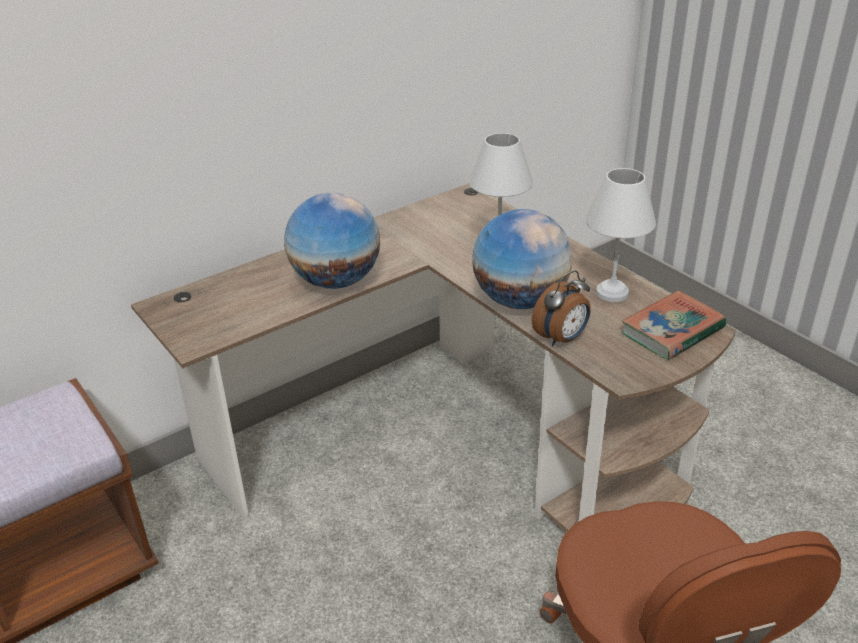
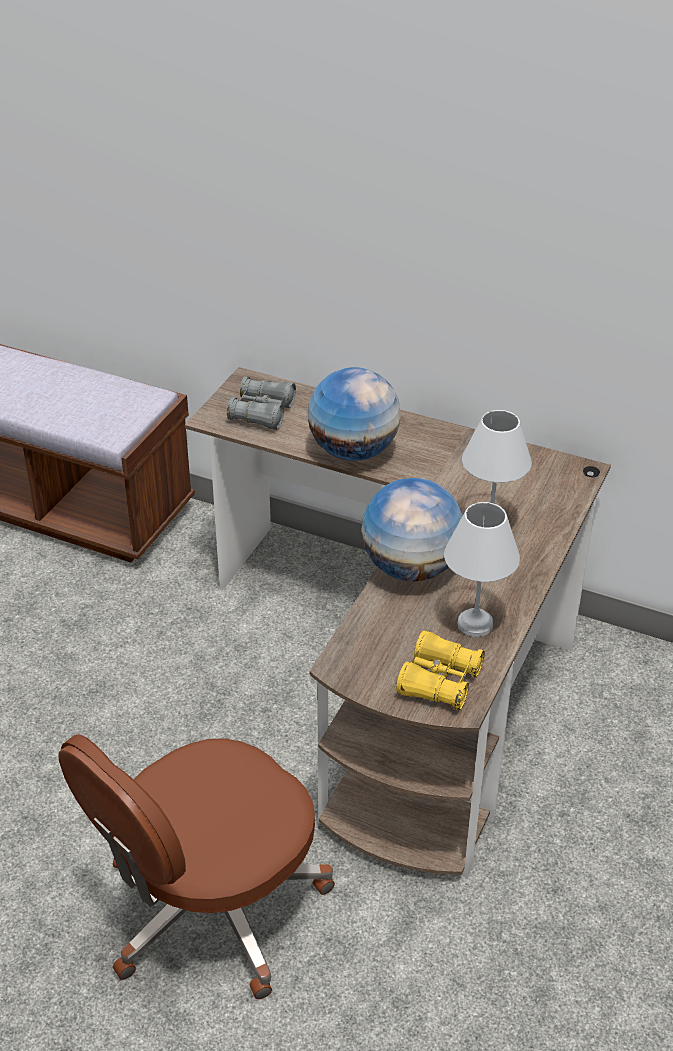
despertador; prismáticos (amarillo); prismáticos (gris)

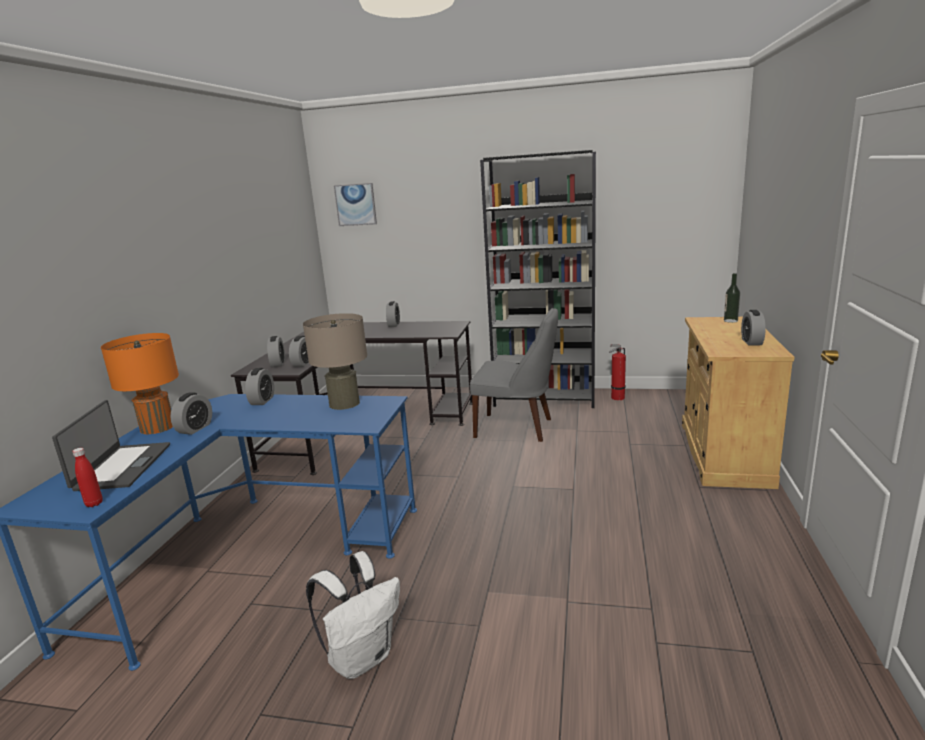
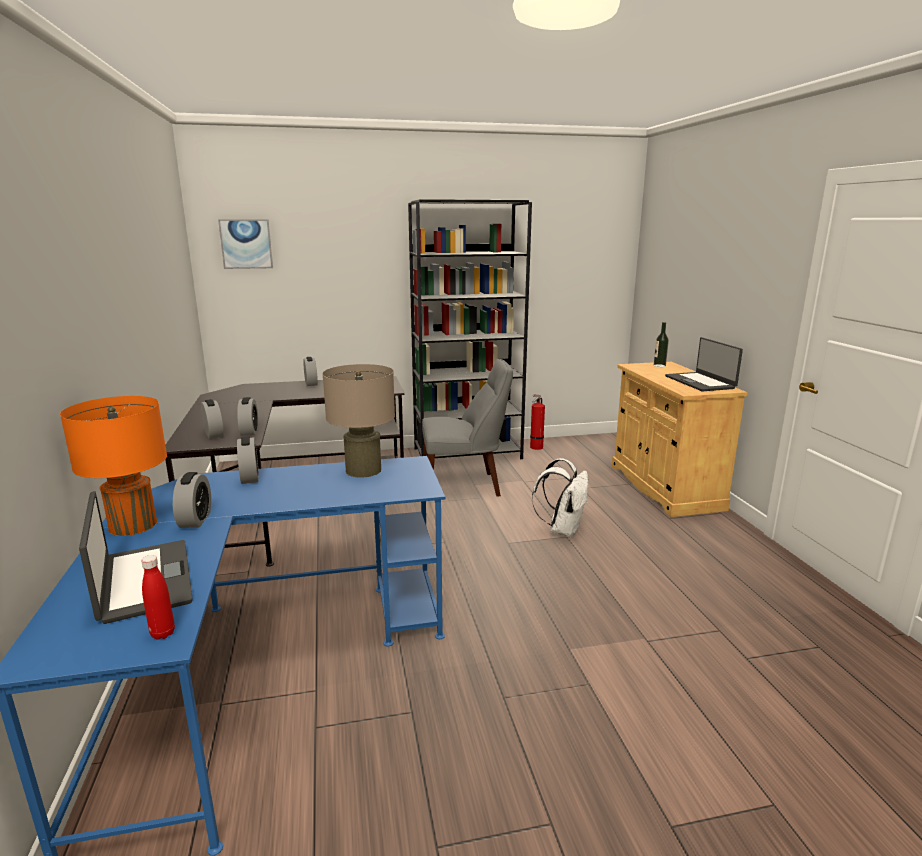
portátil (2nd from left); mochila (blanco)

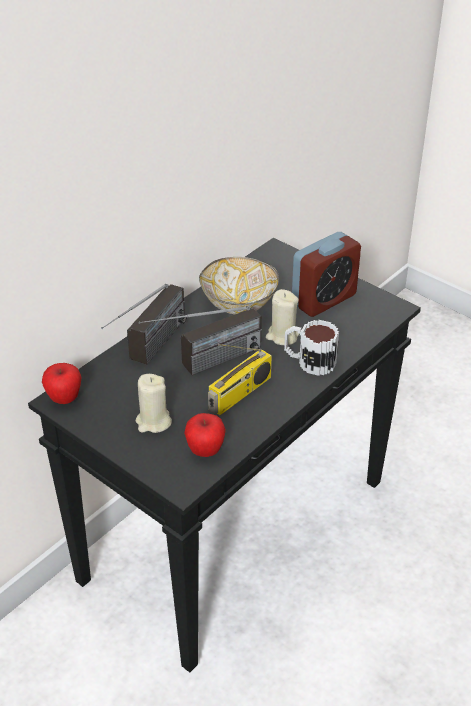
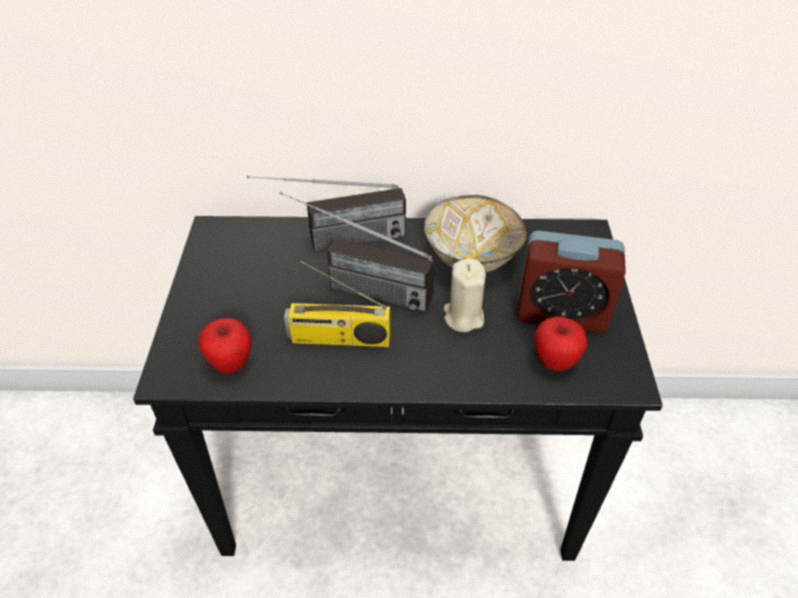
taza grande; manzana (2nd from left); vela (beis) (1st from left in the first image)

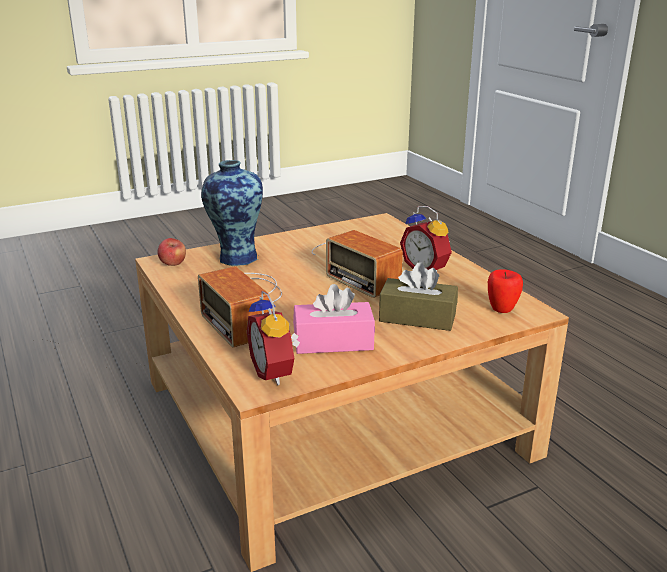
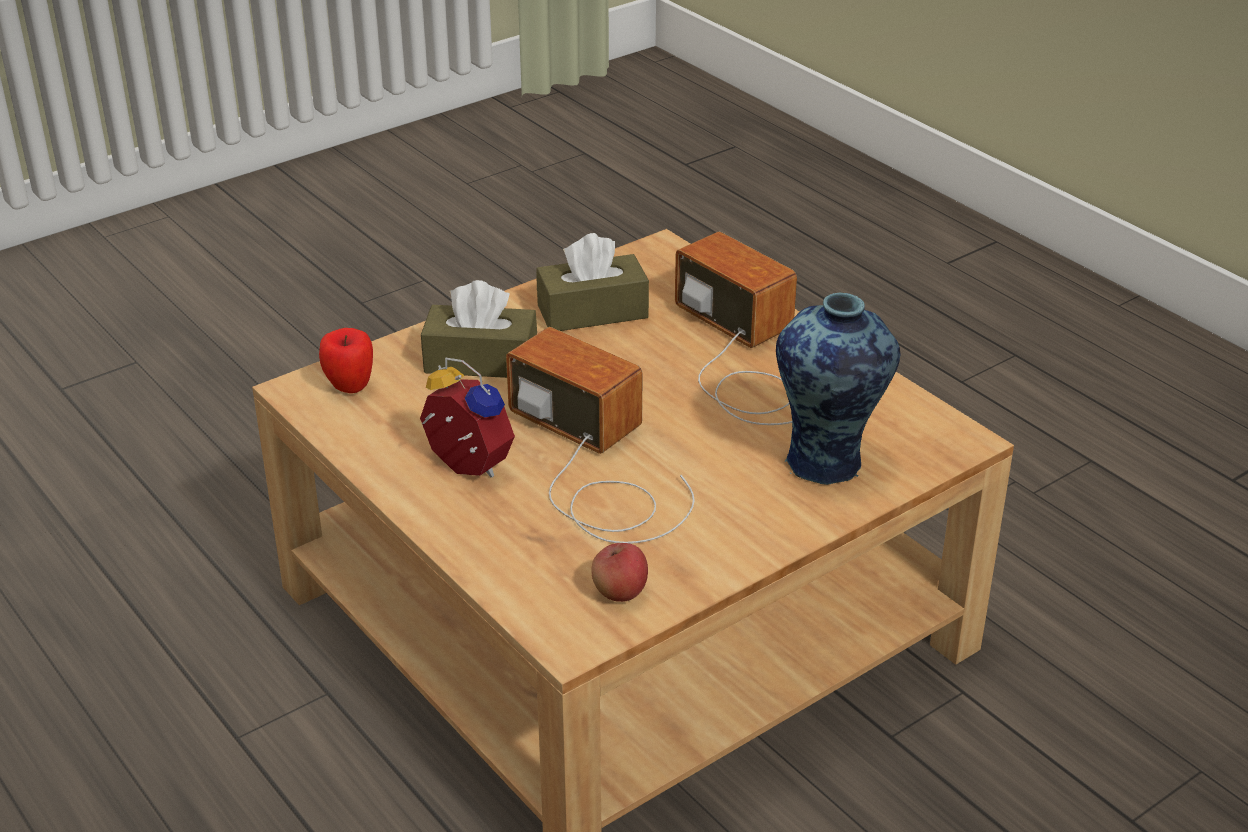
manzana (2nd from left); caja de pañuelos (marrón) (2nd from left); despertador (1st from left in the first image)

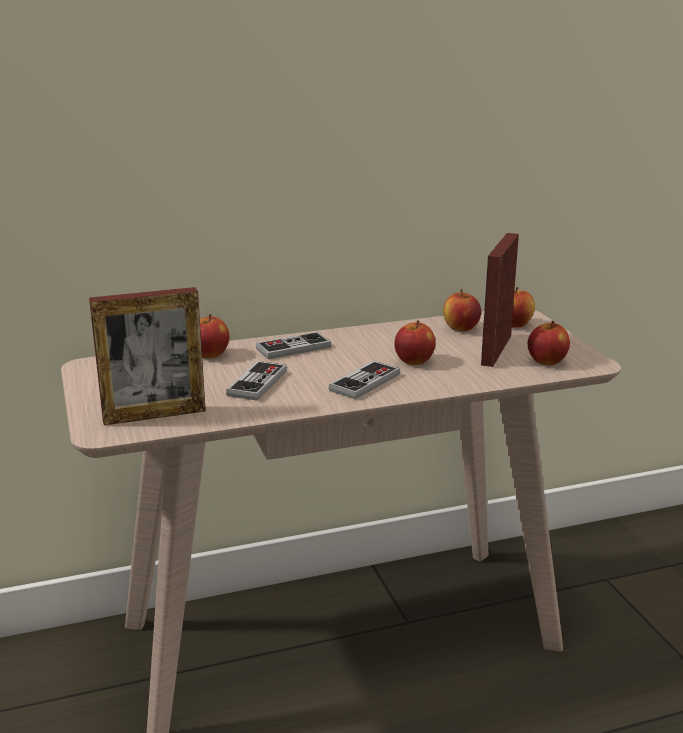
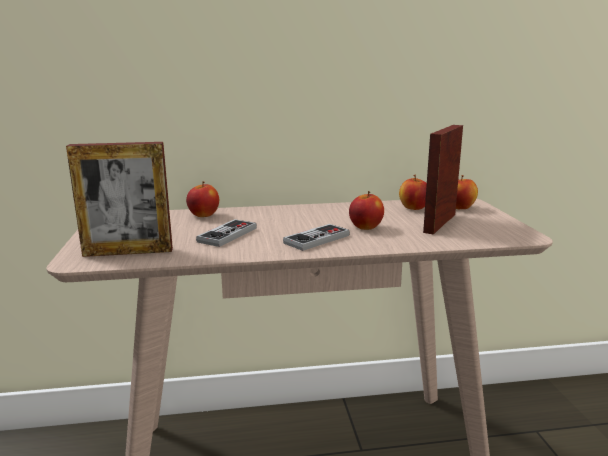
manzana (5th from left in the first image); mando de consola (2nd from left in the first image)

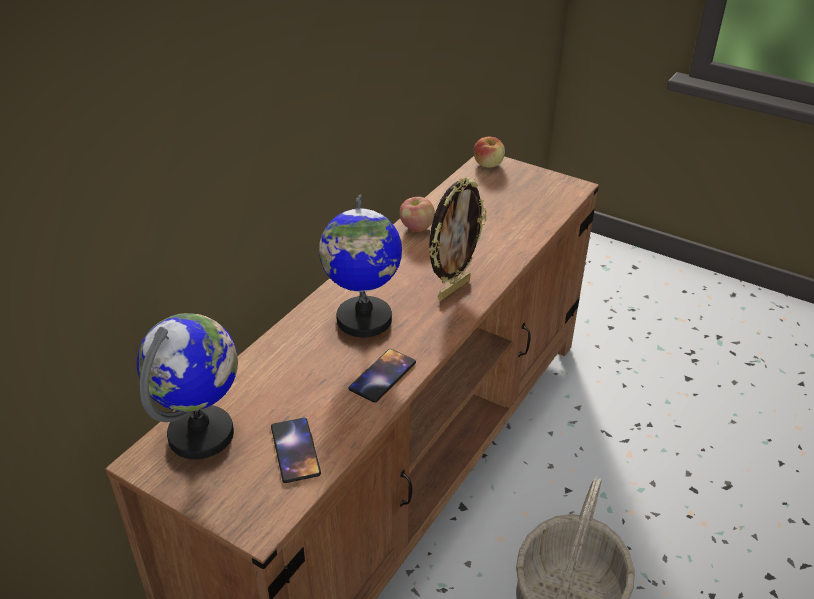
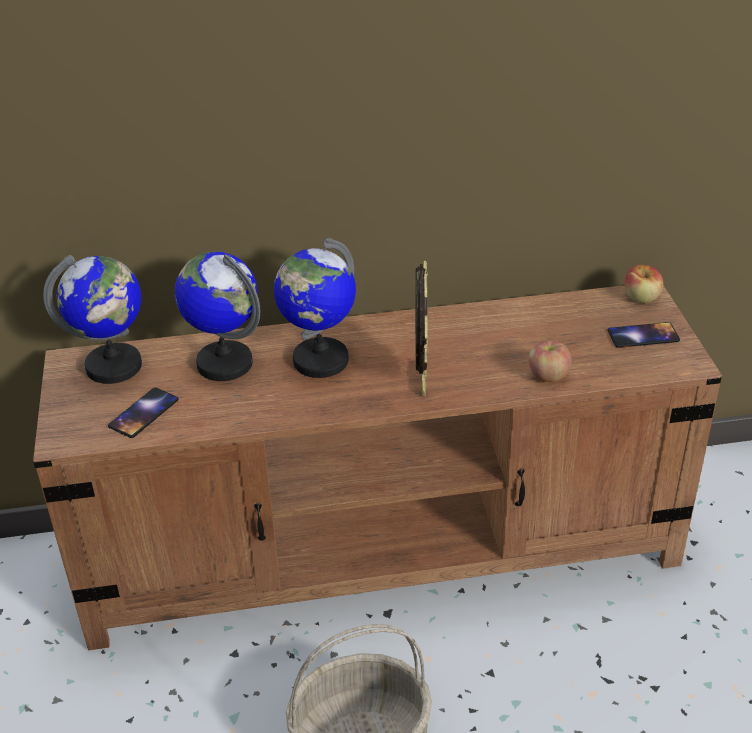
portarretratos; manzana (1st from left); móvil (2nd from left); globo terráqueo (2nd from left)

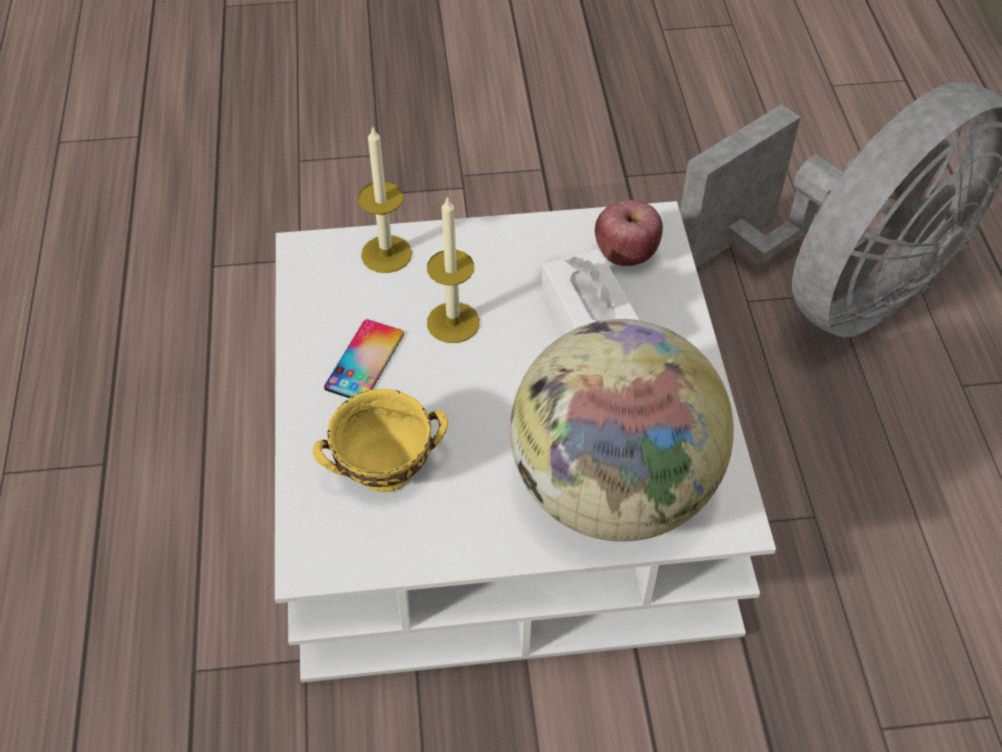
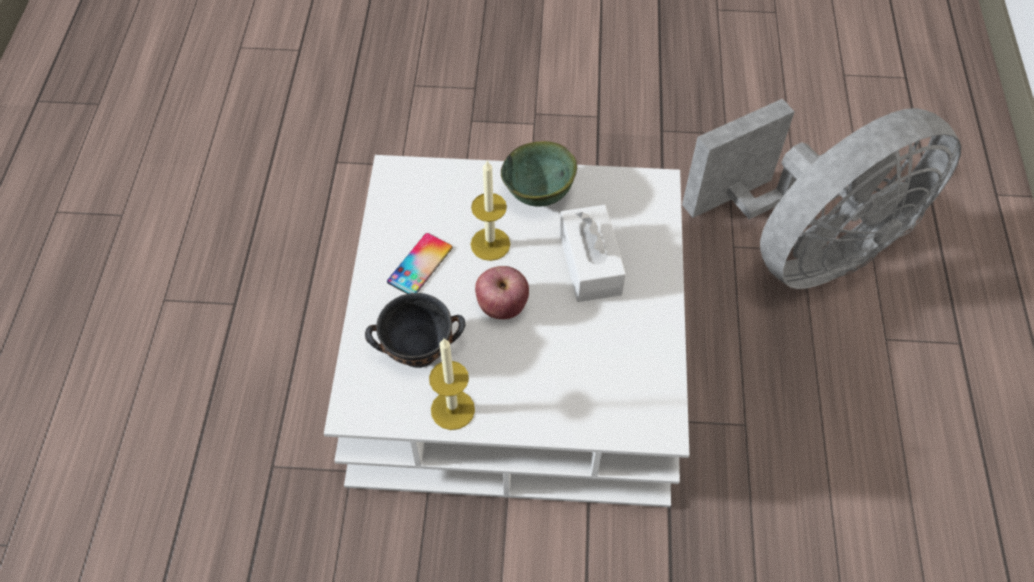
vela (1st from left); manzana; globo terráqueo; cuenco (negro); cuenco (verde)

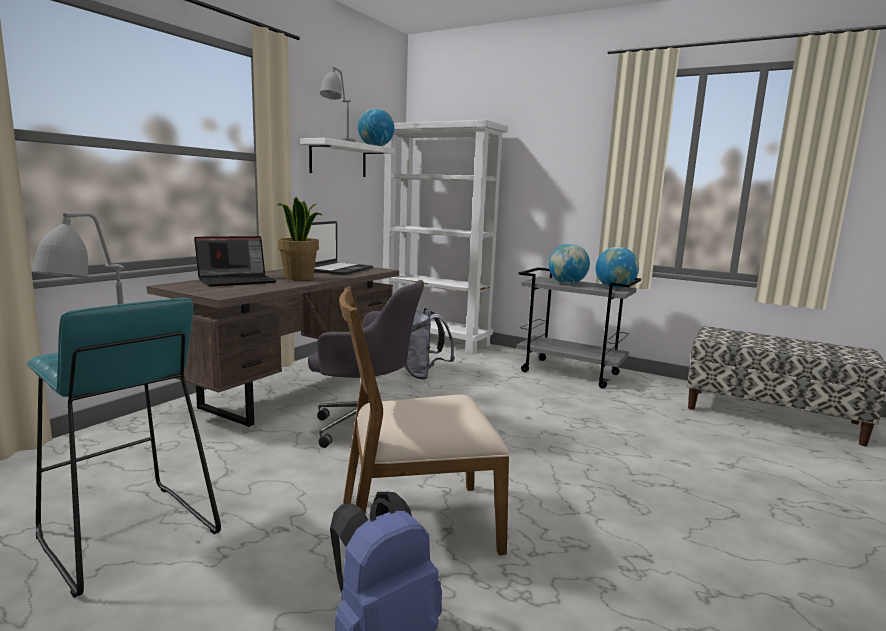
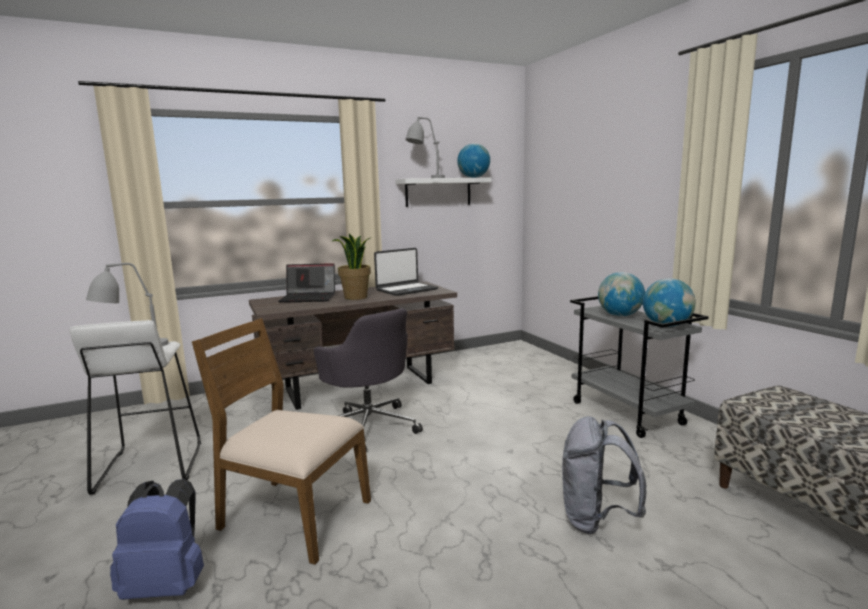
estantería (blanco); taburete (blanco); mochila (gris)

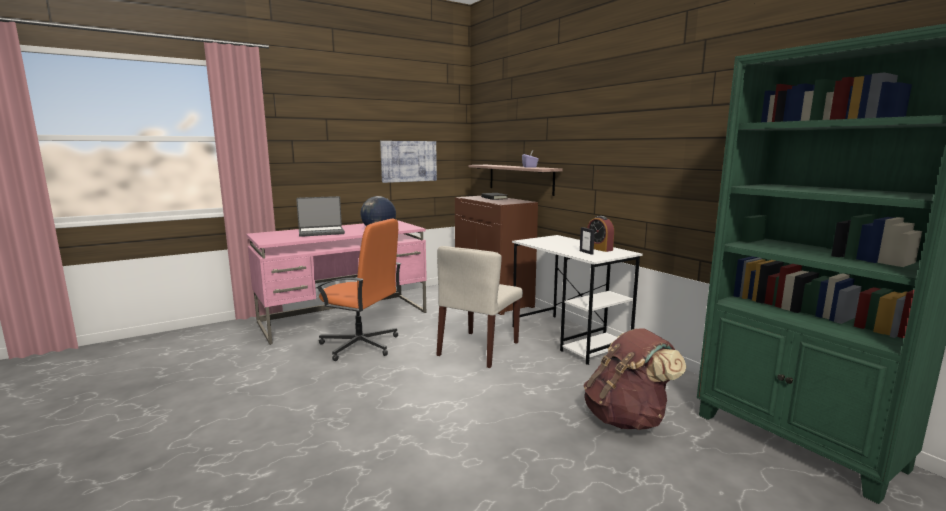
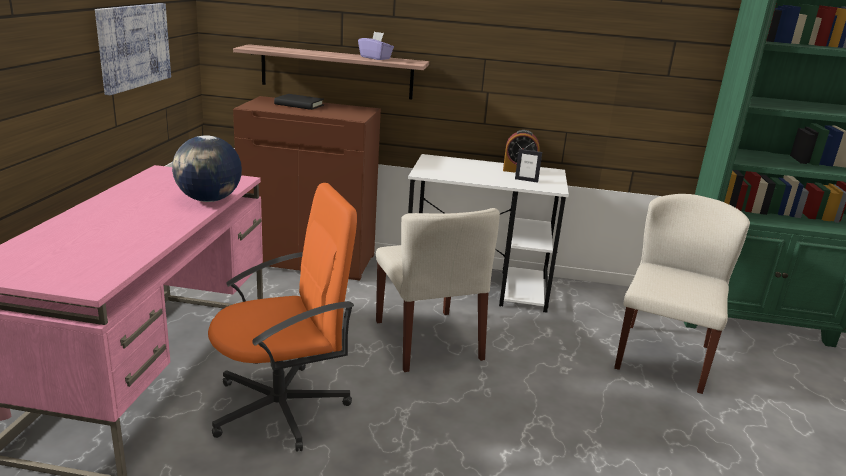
portátil; silla (beis) (2nd from left)

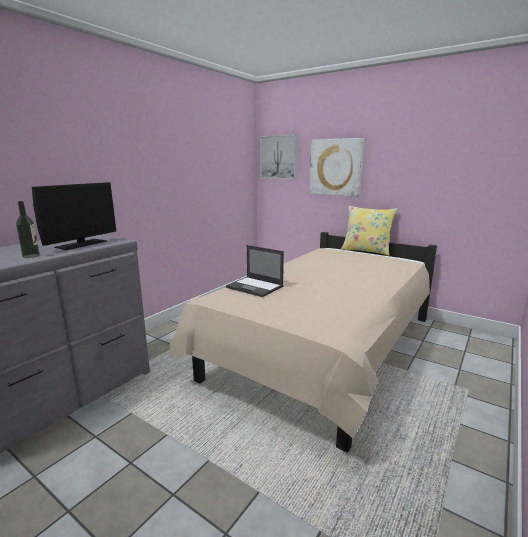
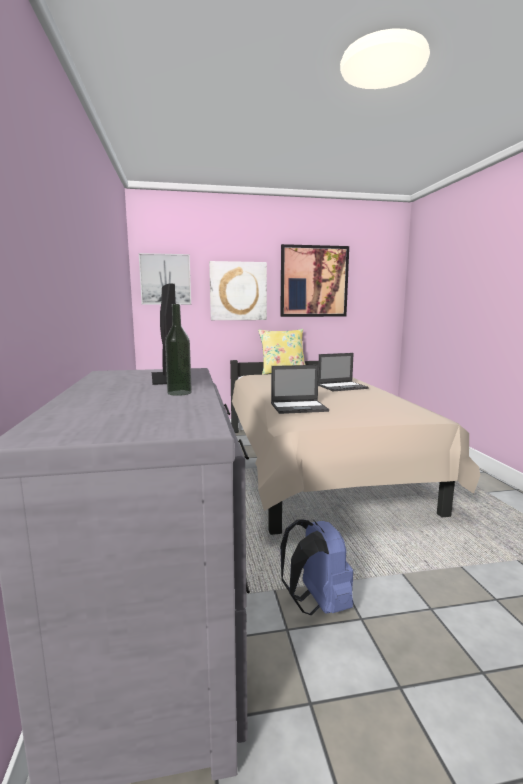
cuadro (3rd from left); portátil (2nd from left); mochila (azul)

